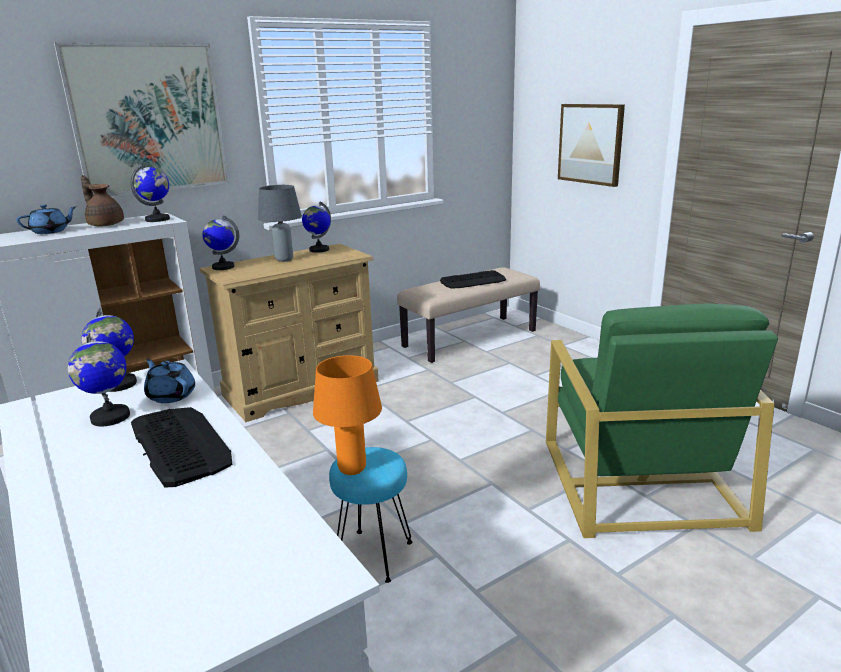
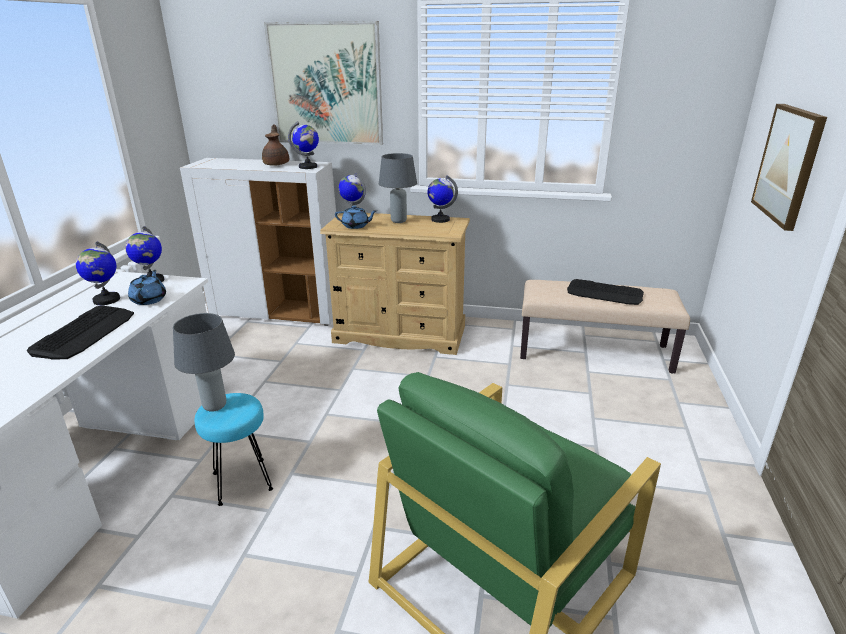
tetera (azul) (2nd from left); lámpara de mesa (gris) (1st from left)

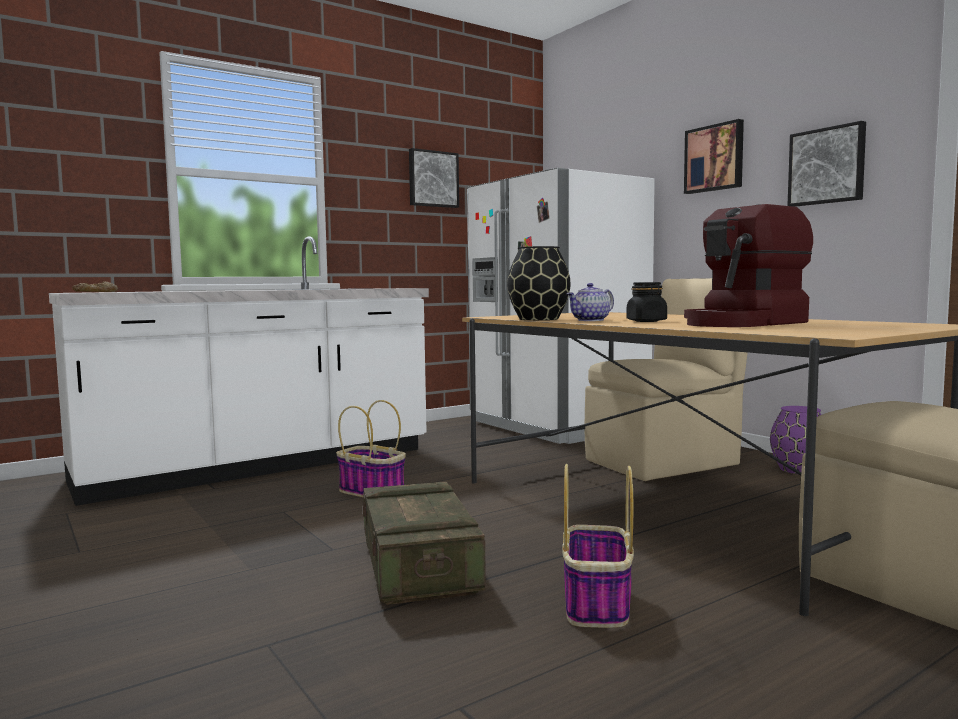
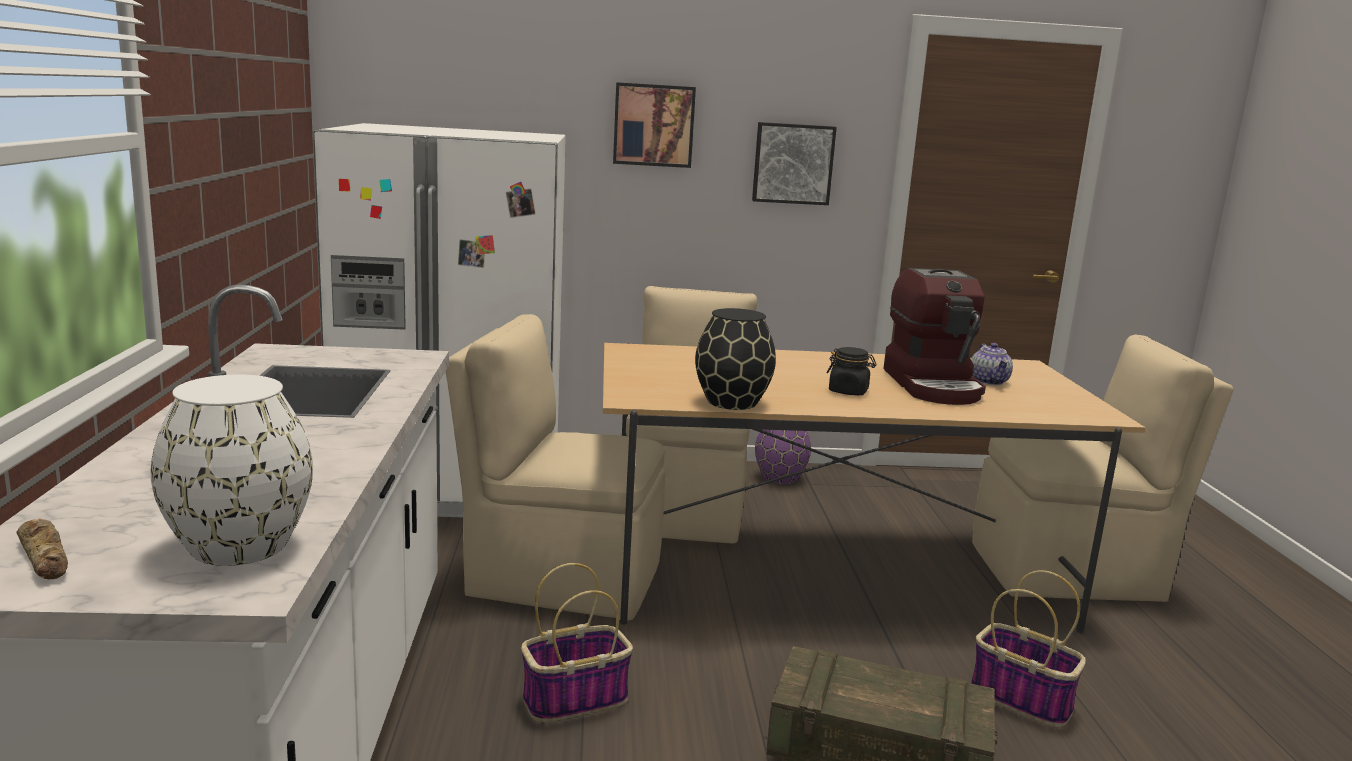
cuadro (1st from left in the first image); tetera; silla (beis) (1st from left); florero (blanco)

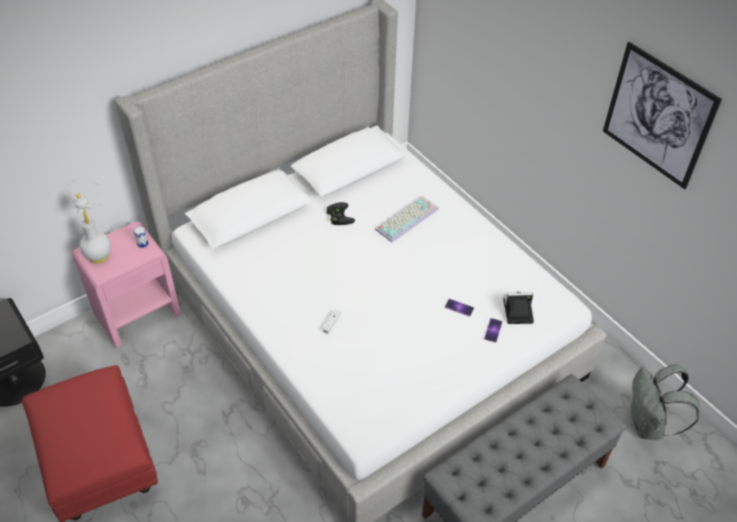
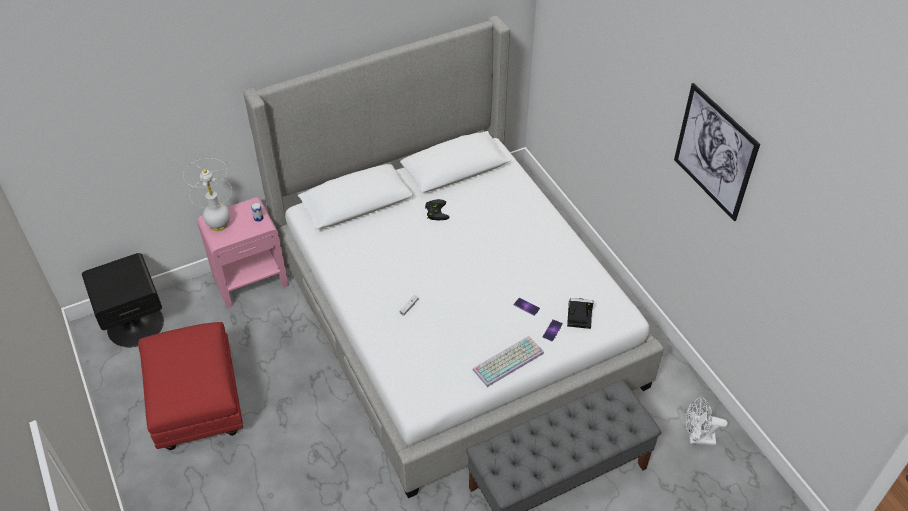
teclado; ventilador (blanco)

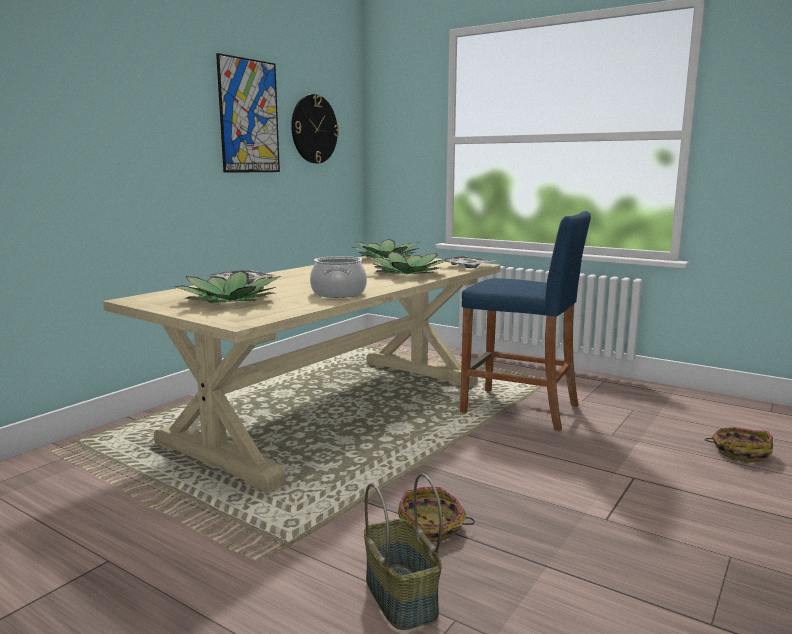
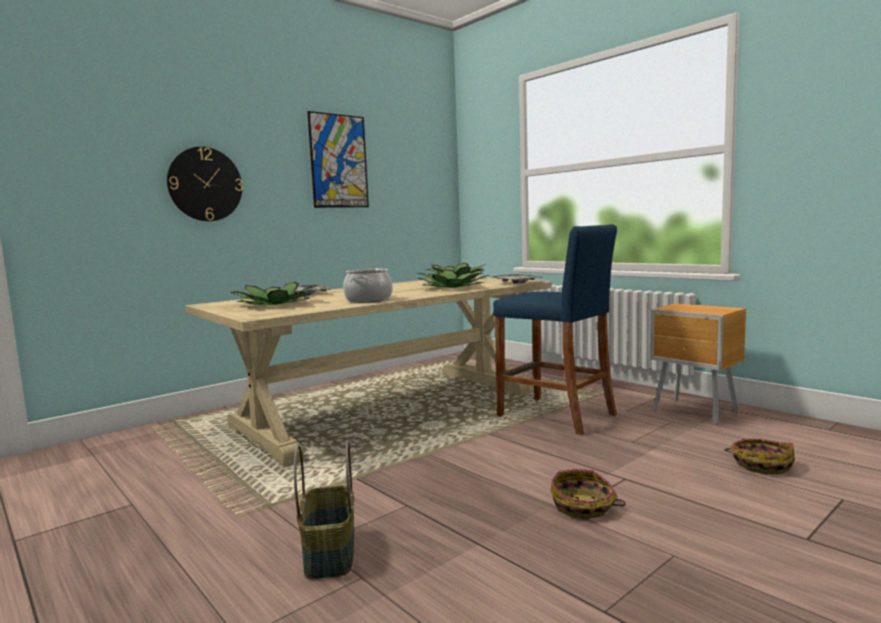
reloj de pared; cesta (2nd from left); mesita de noche (marrón)

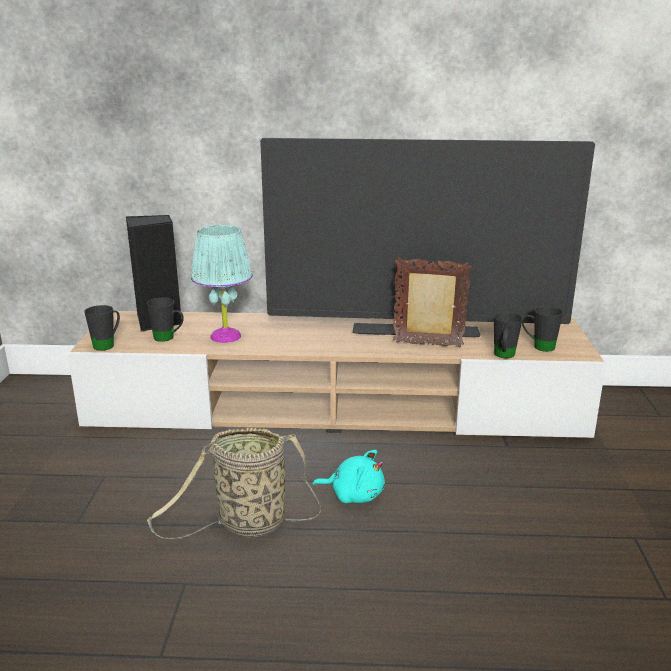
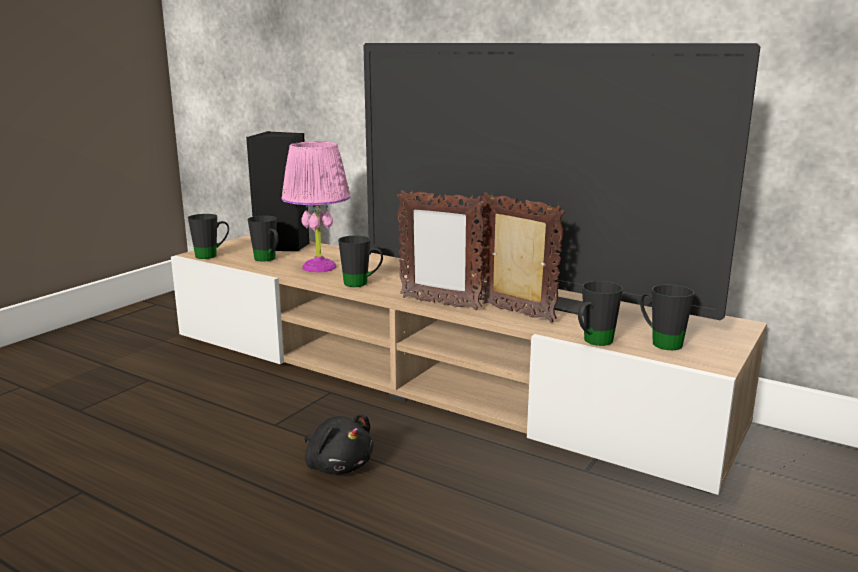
lámpara de mesa (rosa); cesta; peluche (negro); portarretratos (1st from left); taza grande (negro) (3rd from left)

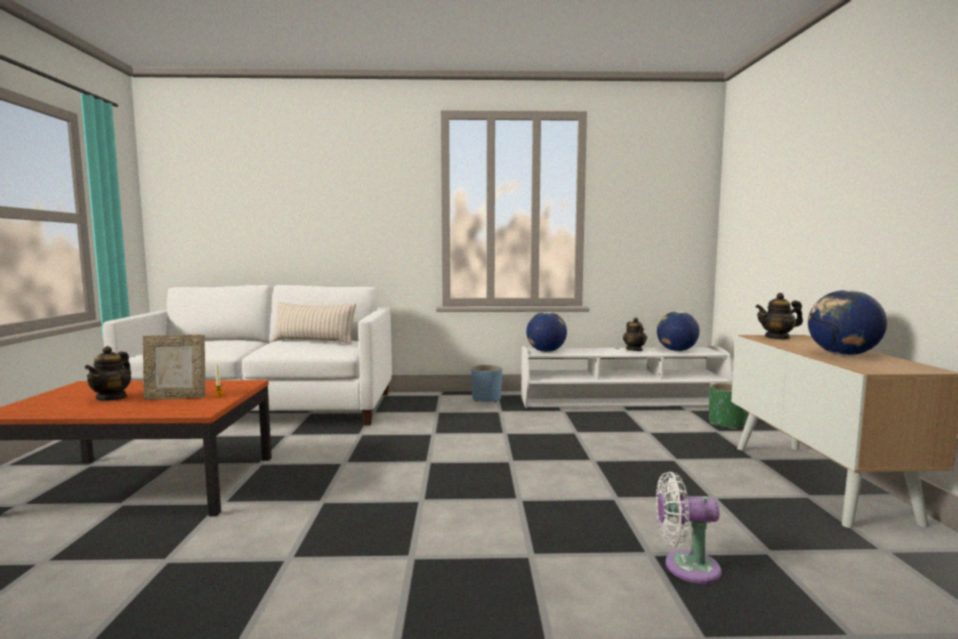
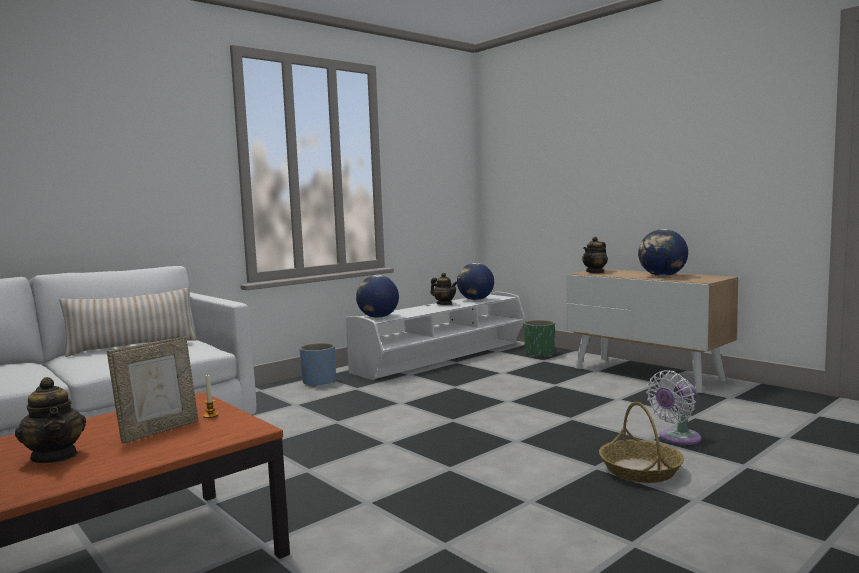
cesta

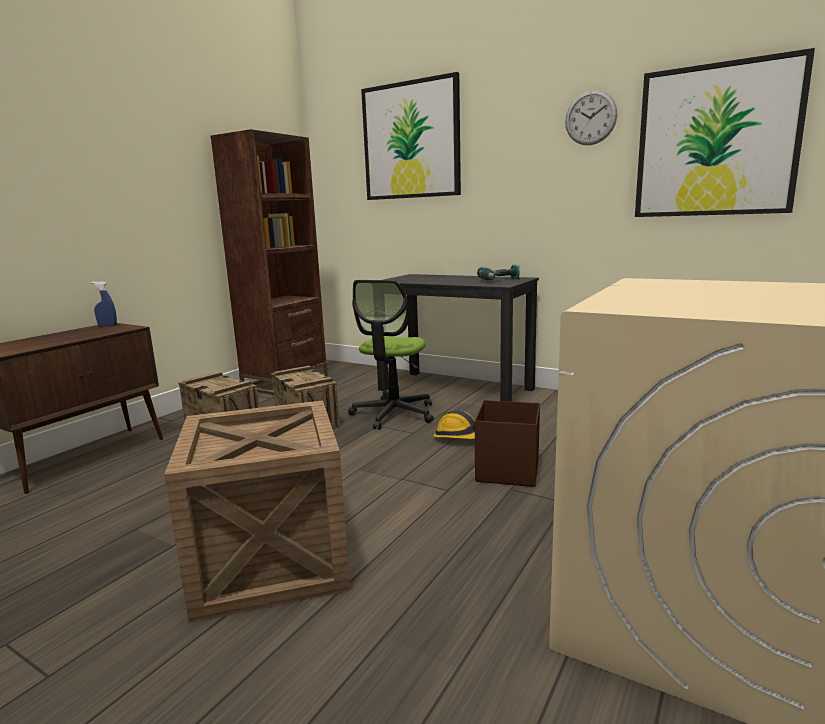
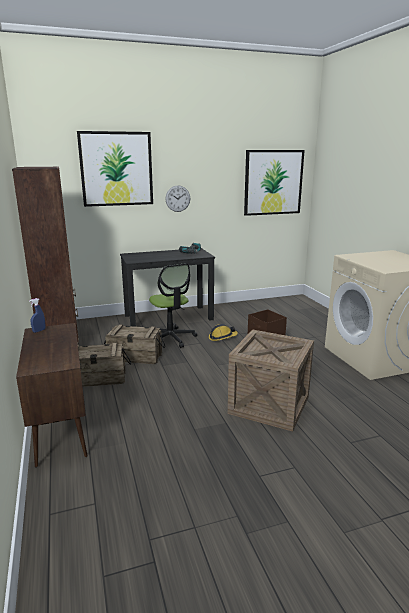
reloj de pared

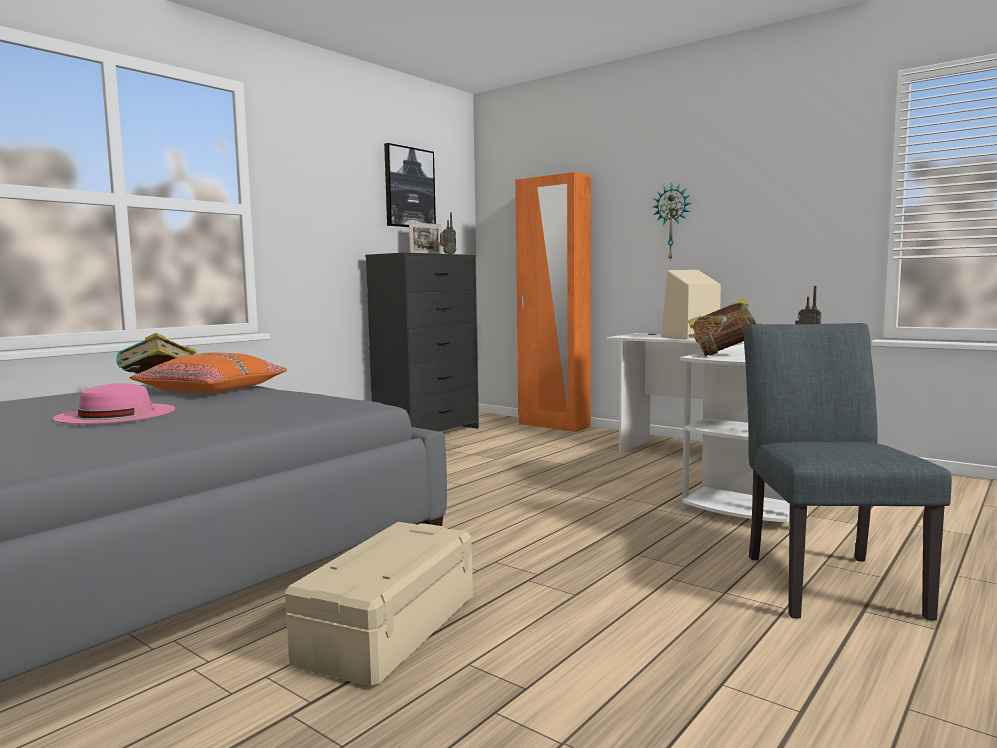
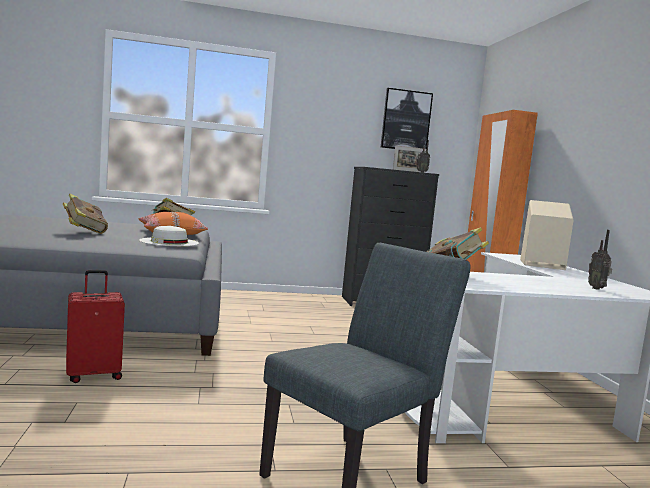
reloj de pared; libro (1st from left); maleta (rojo); sombrero (blanco)

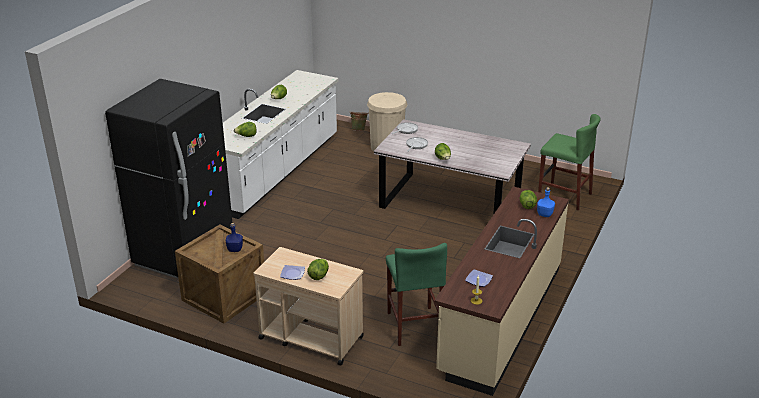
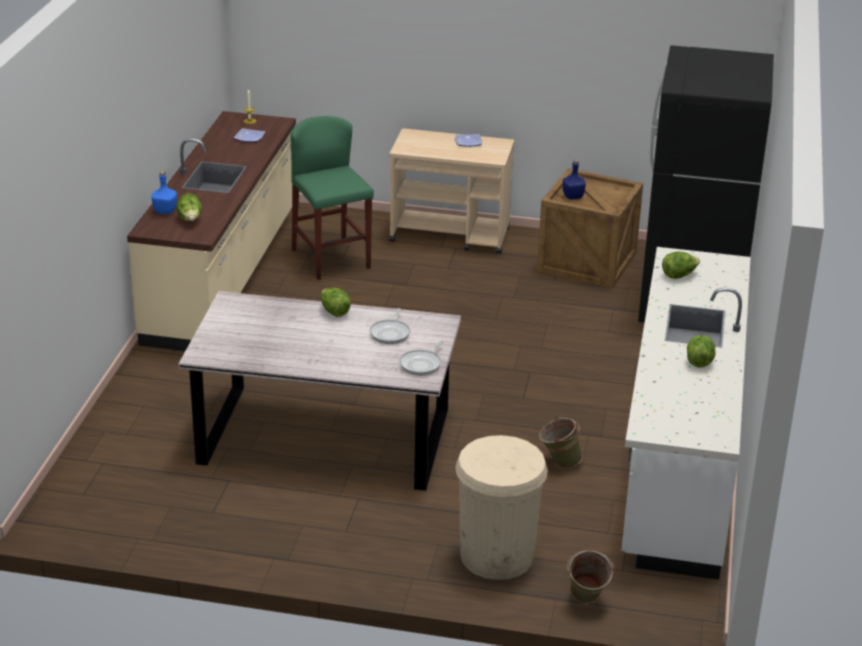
taburete (verde) (2nd from left in the first image); lechuga (3rd from left in the first image); cubo (verde) (1st from left)

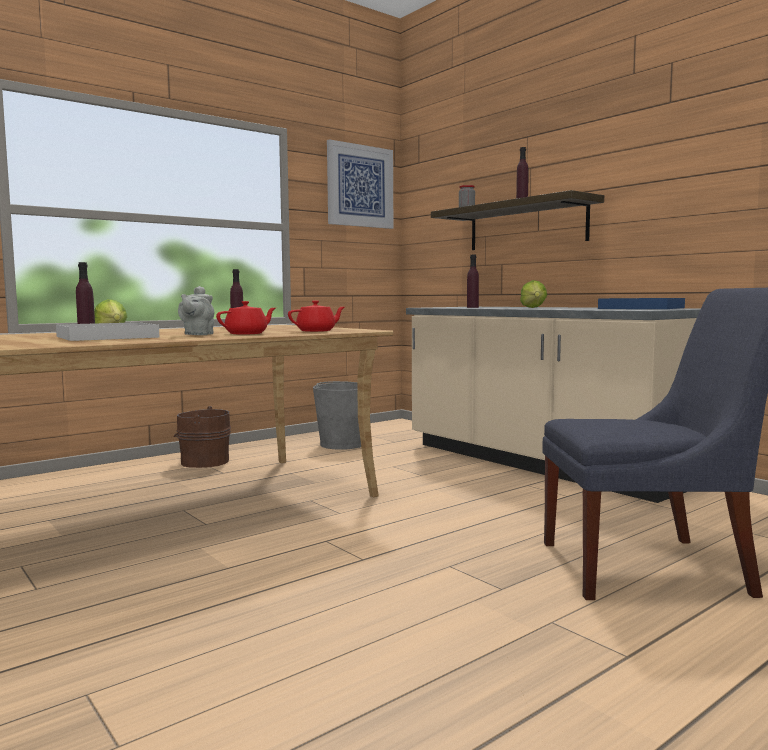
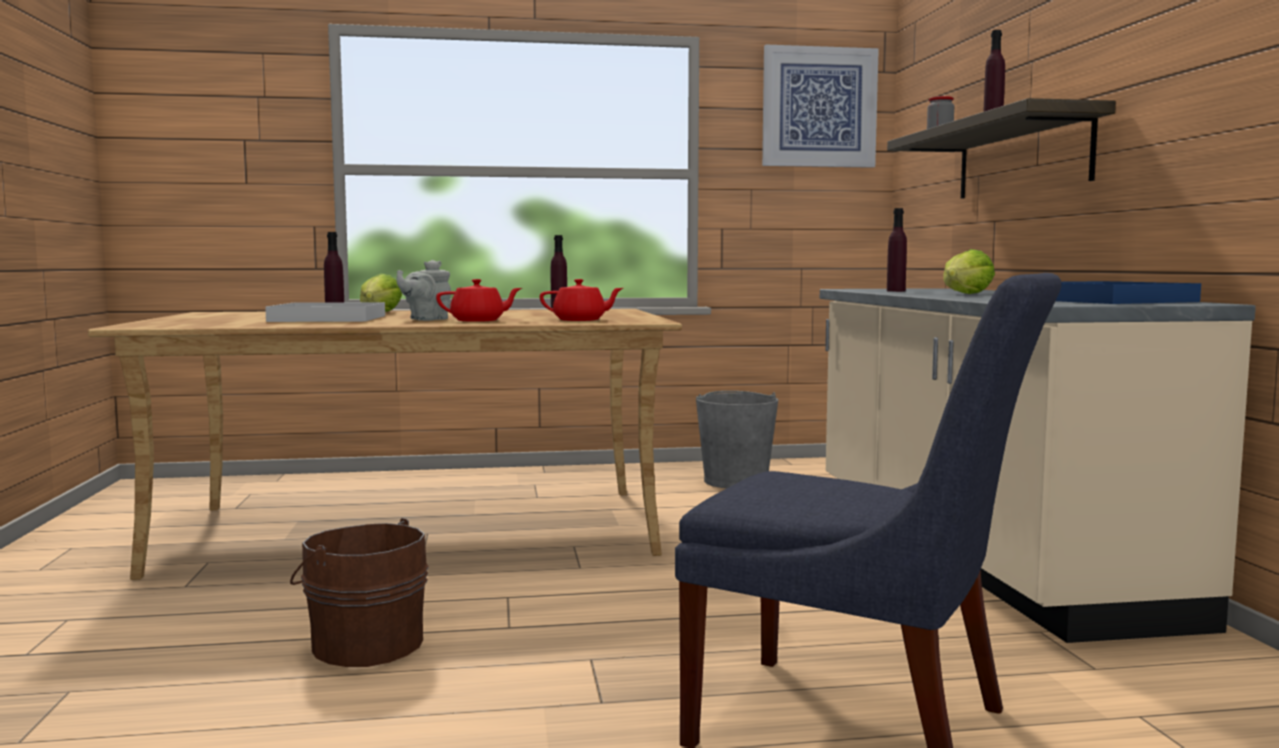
cubo (marrón)

